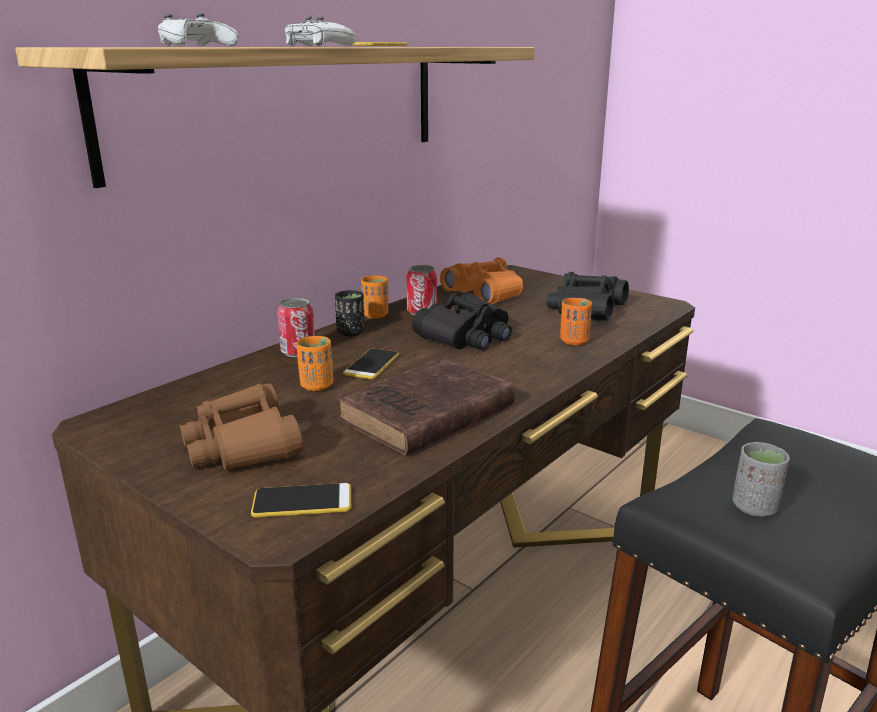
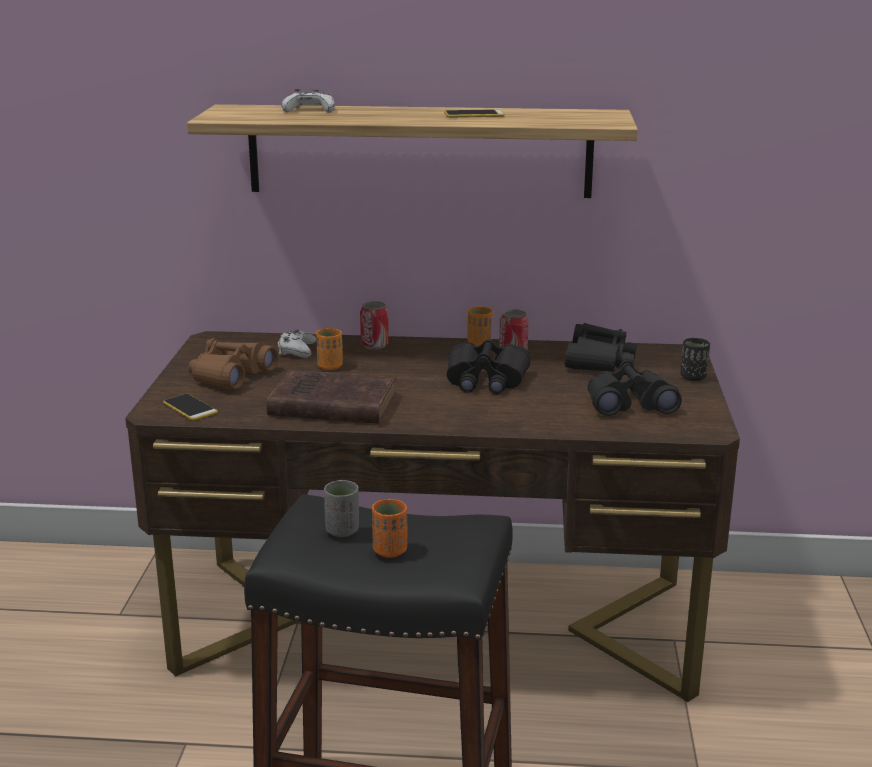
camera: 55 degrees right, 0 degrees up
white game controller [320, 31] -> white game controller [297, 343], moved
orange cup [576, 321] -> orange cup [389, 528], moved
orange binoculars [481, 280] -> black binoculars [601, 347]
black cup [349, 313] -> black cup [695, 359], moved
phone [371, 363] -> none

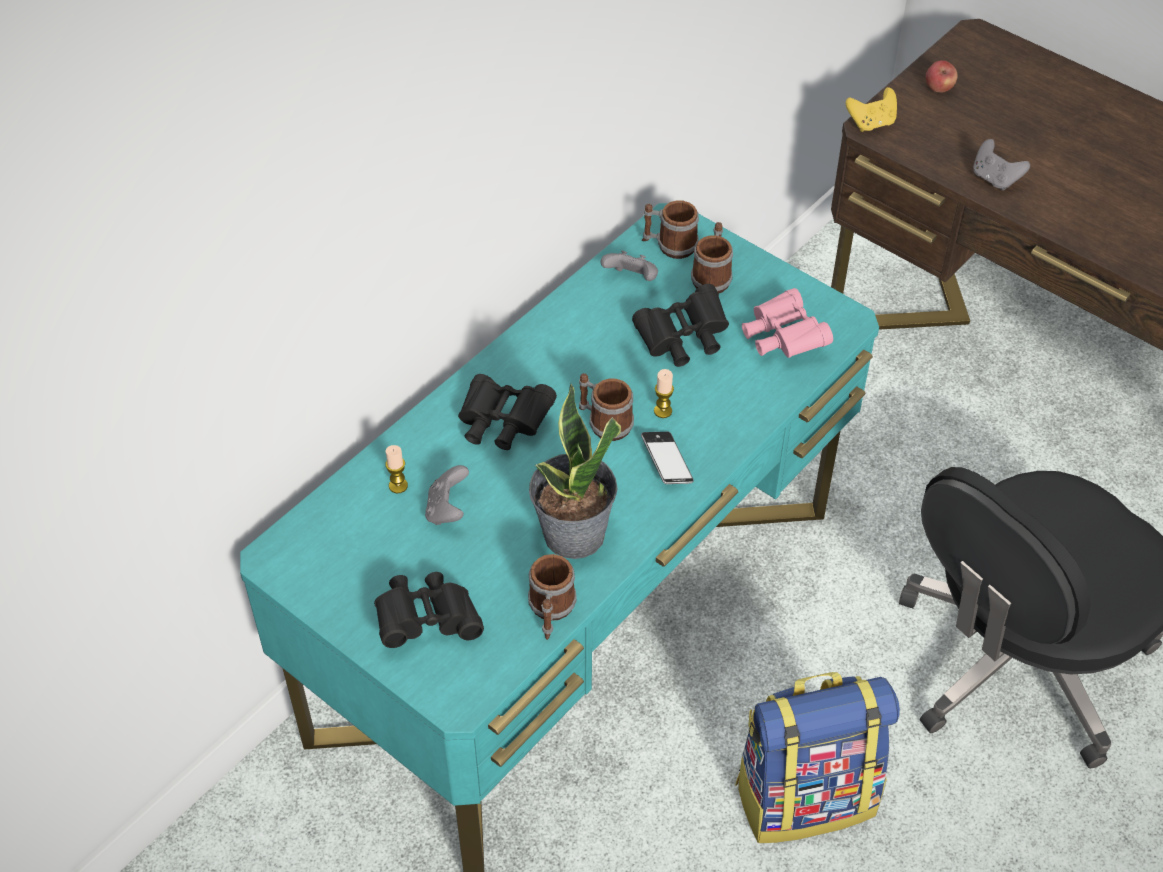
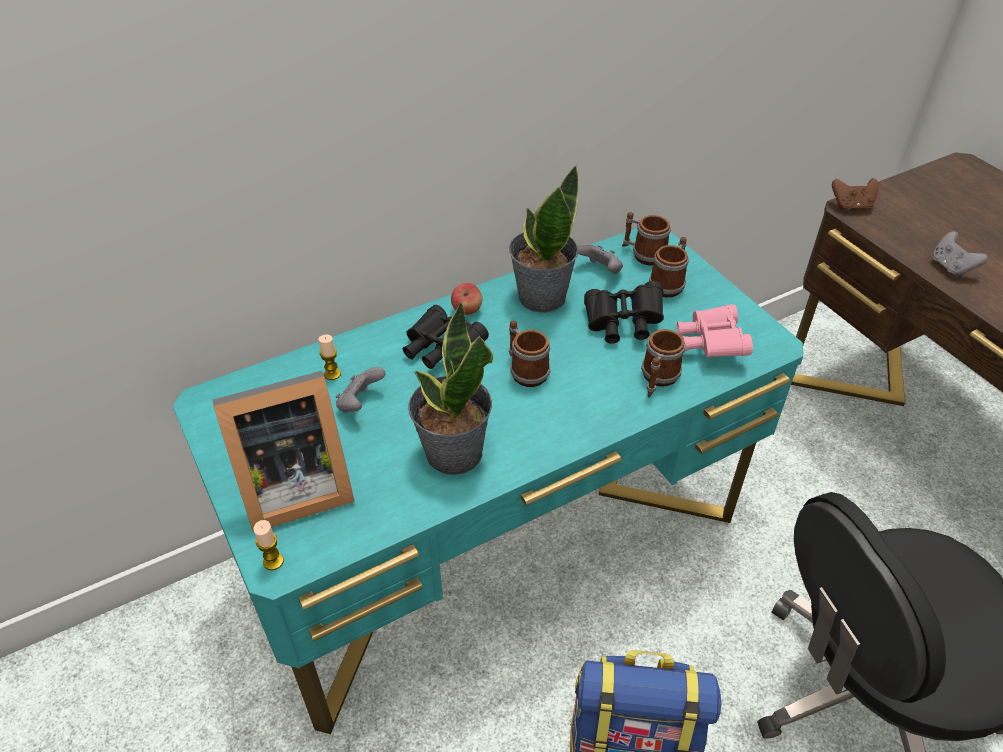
camera: 20 degrees right, 5 degrees down
black binoculars [429, 610] -> picture frame [283, 452]
candle [664, 393] -> candle [268, 545], moved
apple [942, 76] -> apple [466, 299], moved
none -> potted plant [544, 239]
mug [552, 597] -> mug [663, 363], moved
yellow game controller [871, 109] -> brown game controller [855, 194]
phone [667, 458] -> none

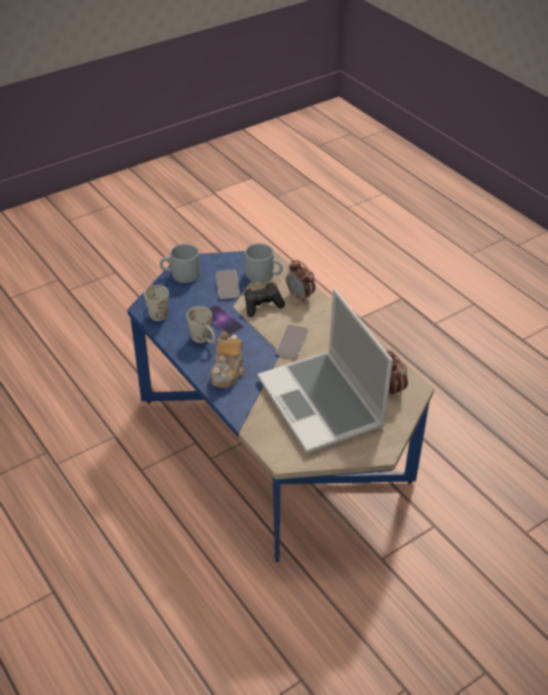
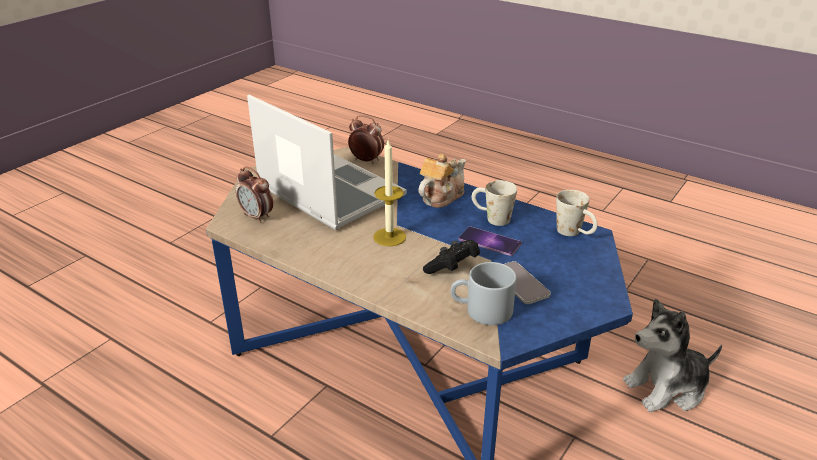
camera: 160 degrees right, 10 degrees down
alarm clock [300, 281] -> alarm clock [366, 139], moved
phone [292, 341] -> candle [389, 193]
teapot [227, 360] -> teapot [442, 181], 45 degrees clockwise
none -> plush toy [672, 355]
grey mug [180, 263] -> none

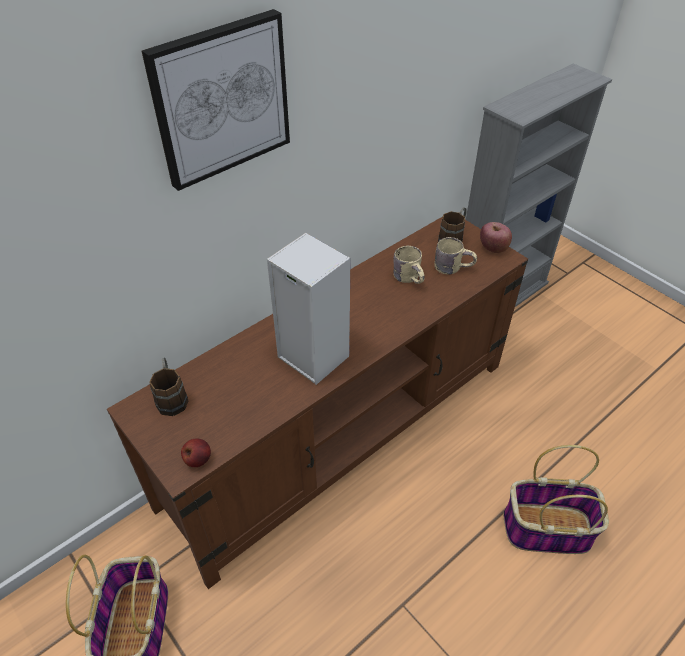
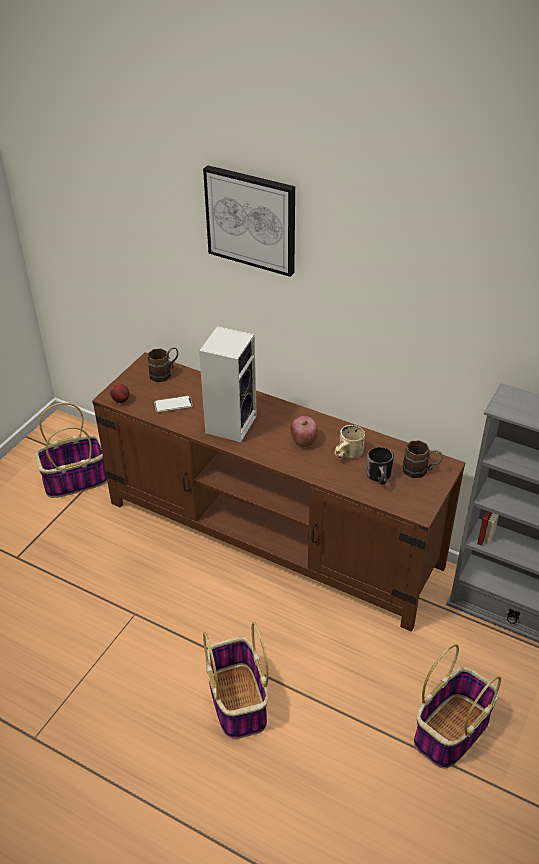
camera: 70 degrees right, 5 degrees down
none -> phone [173, 403]
apple [496, 237] -> apple [304, 431], moved
beige mug [455, 255] -> black mug [380, 466]
none -> basket [457, 706]

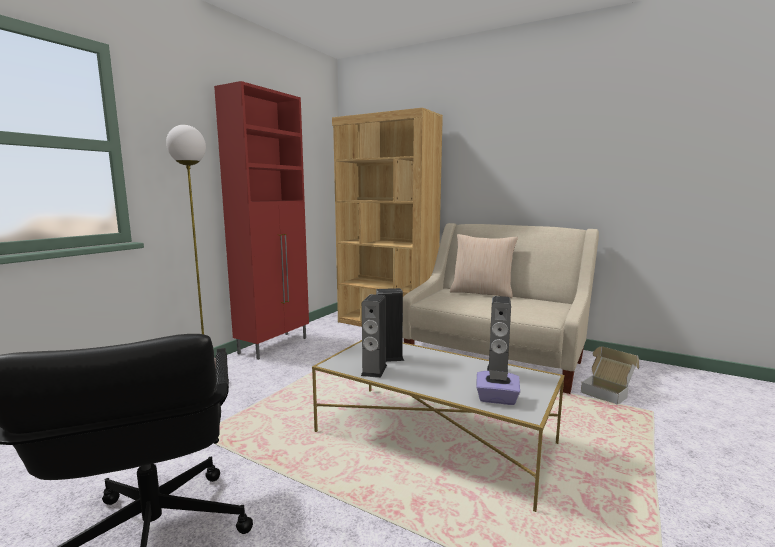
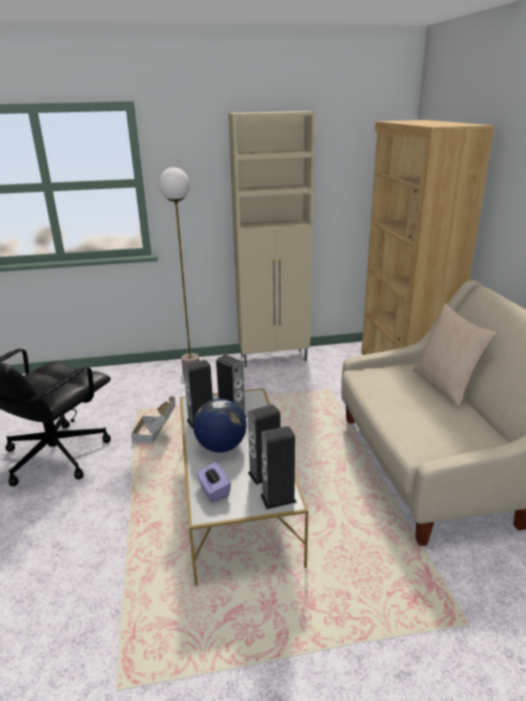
camera: 50 degrees right, 15 degrees up
cardboard box [610, 375] -> cardboard box [153, 420], moved
none -> globe [220, 426]
red cabinet [261, 220] -> beige cabinet [272, 239]
none -> speaker [279, 467]

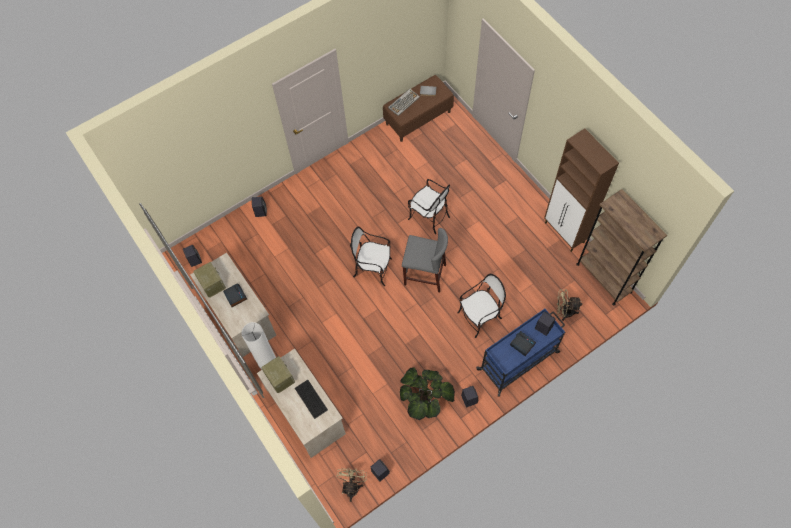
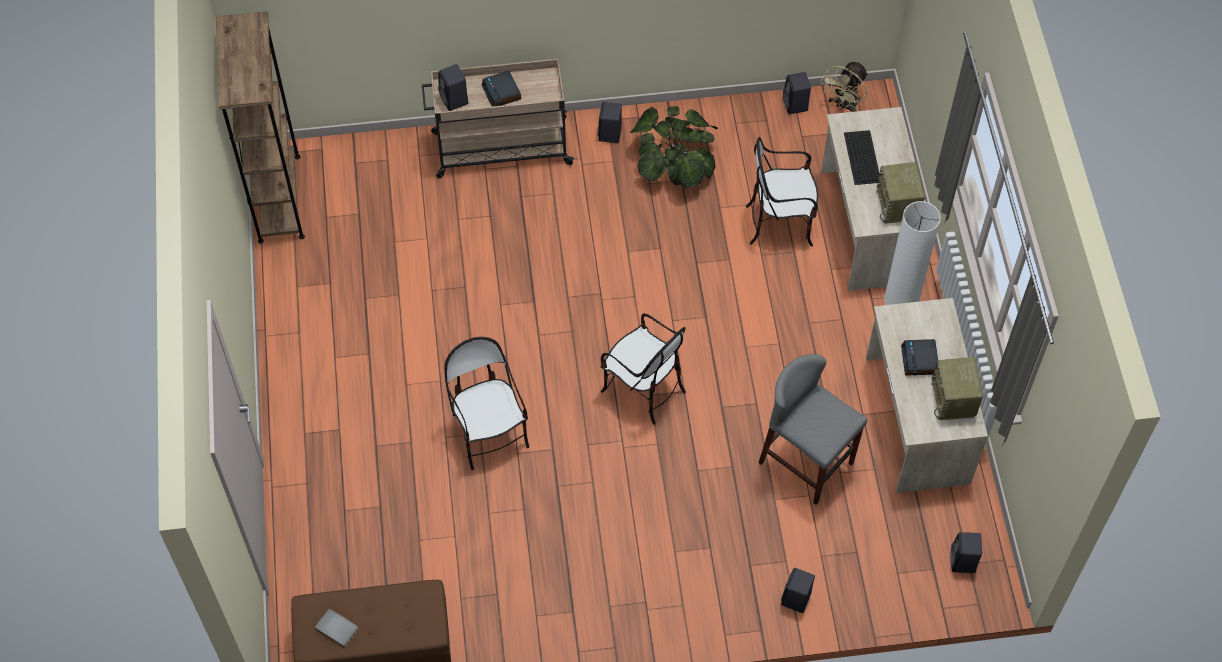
camera: 155 degrees left, 5 degrees down
blue cart [520, 353] -> beige cart [498, 119]
chair [482, 306] -> chair [782, 191], moved
grey stool [425, 260] -> grey stool [813, 429], moved
keyboard [404, 102] -> none
brown cabinet [581, 190] -> none
beige fan [569, 305] -> none

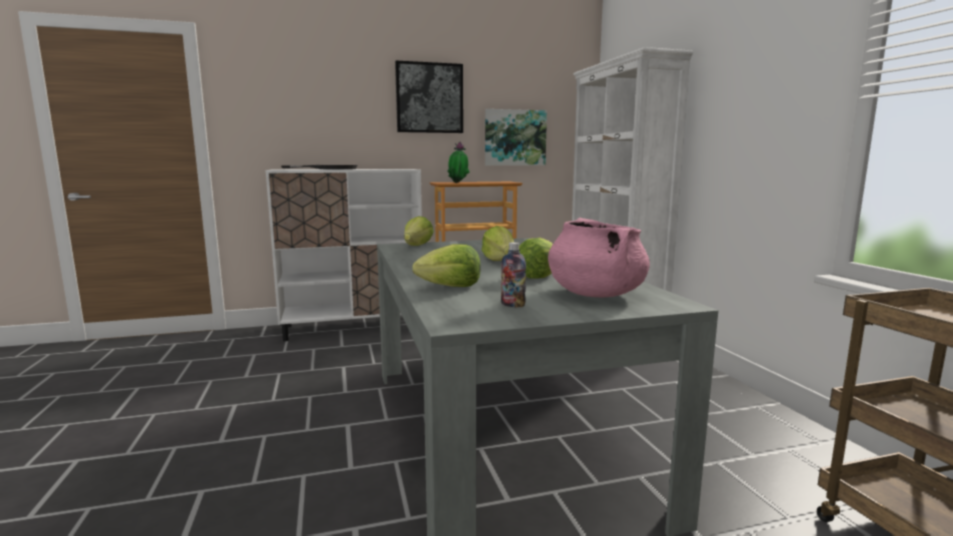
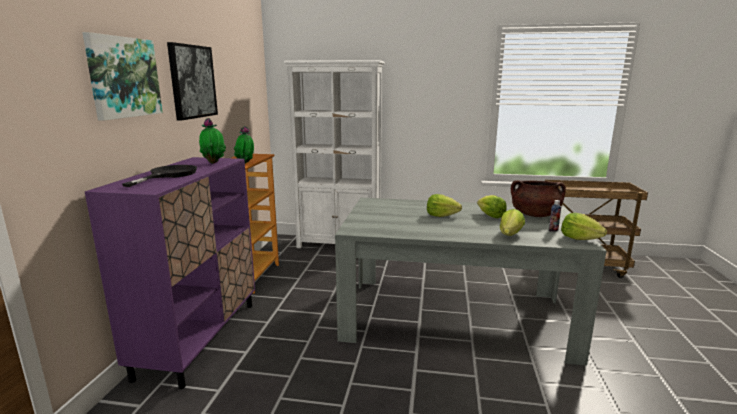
camera: 65 degrees left, 5 degrees up
picture [516, 137] -> picture [122, 76], moved
white cabinet [343, 255] -> purple cabinet [170, 273]
none -> potted plant [212, 141]
pink cooking pot [599, 258] -> brown cooking pot [538, 198]
lettuce [419, 231] -> lettuce [584, 226], moved

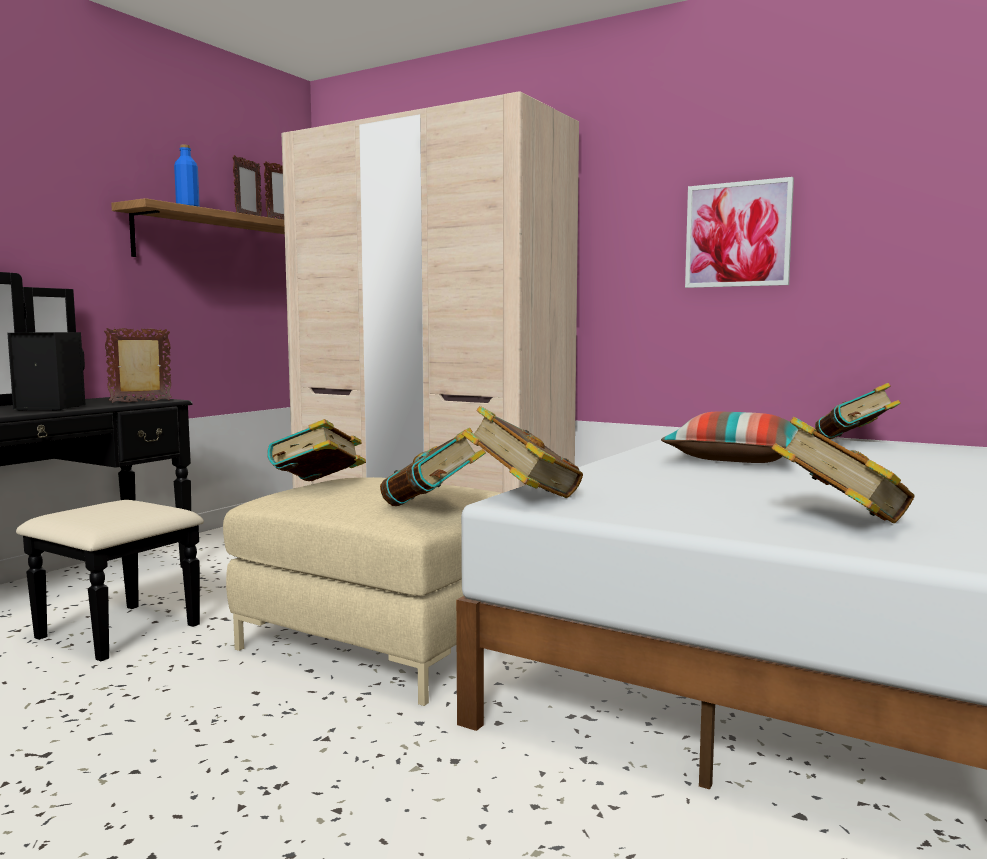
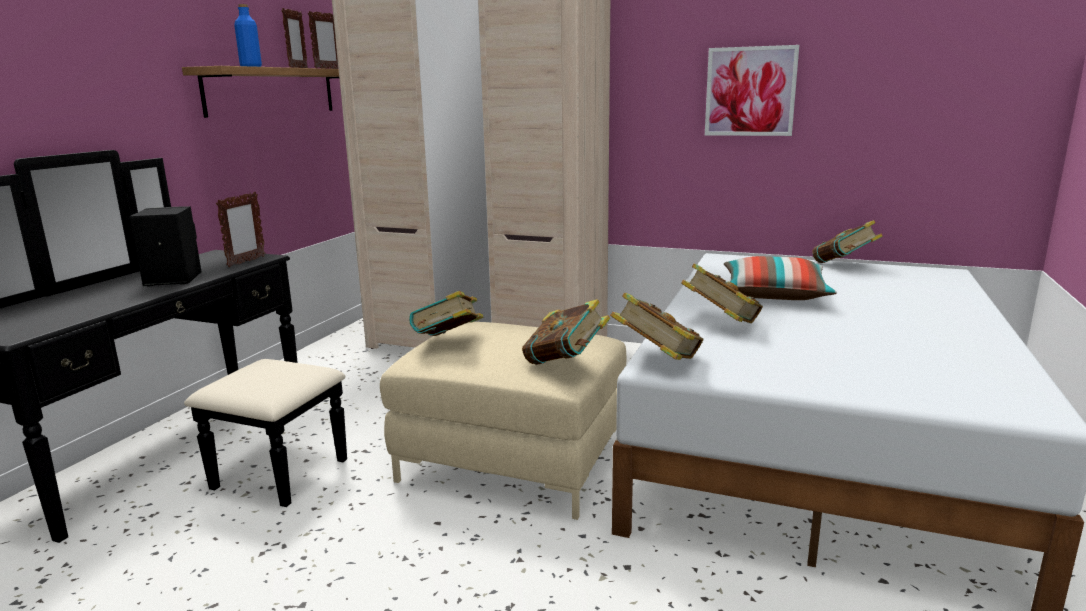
camera: 10 degrees left, 10 degrees up
picture frame [138, 365] -> picture frame [241, 229], 150 degrees clockwise
book [842, 470] -> book [722, 293], moved

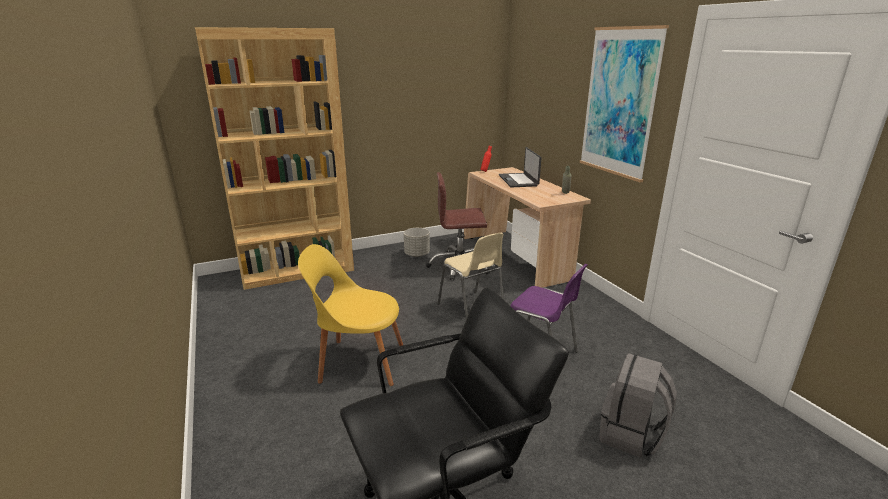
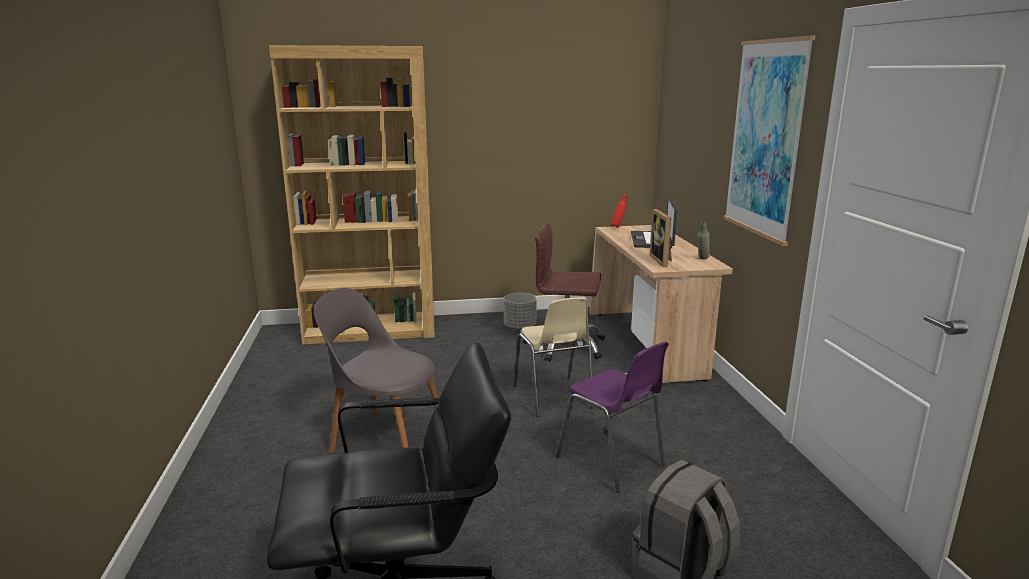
camera: 15 degrees right, 5 degrees down
yellow chair [350, 315] -> grey chair [376, 370]
none -> picture frame [661, 238]

